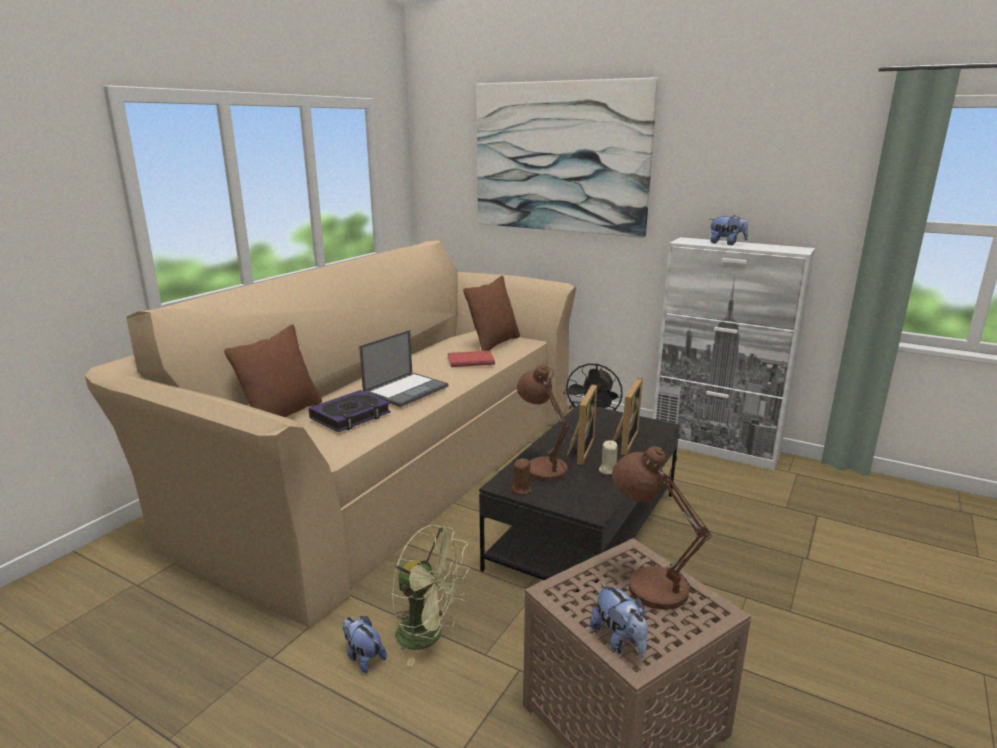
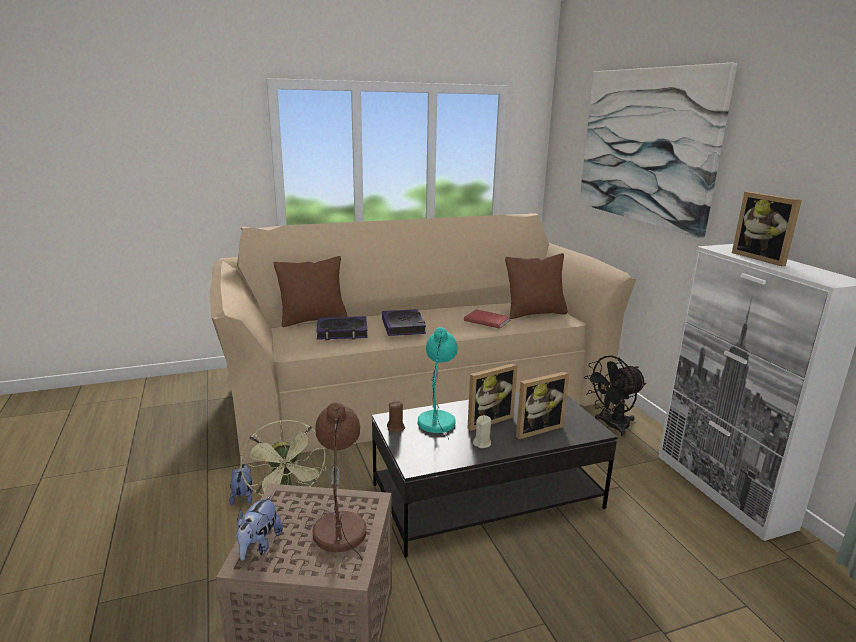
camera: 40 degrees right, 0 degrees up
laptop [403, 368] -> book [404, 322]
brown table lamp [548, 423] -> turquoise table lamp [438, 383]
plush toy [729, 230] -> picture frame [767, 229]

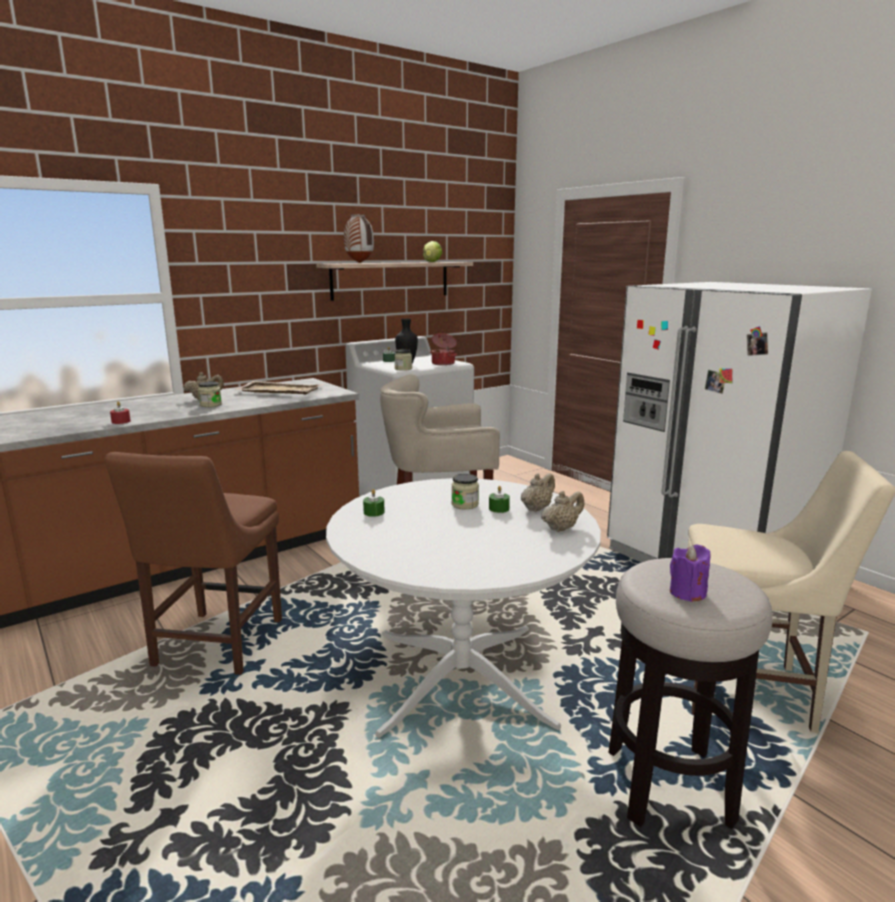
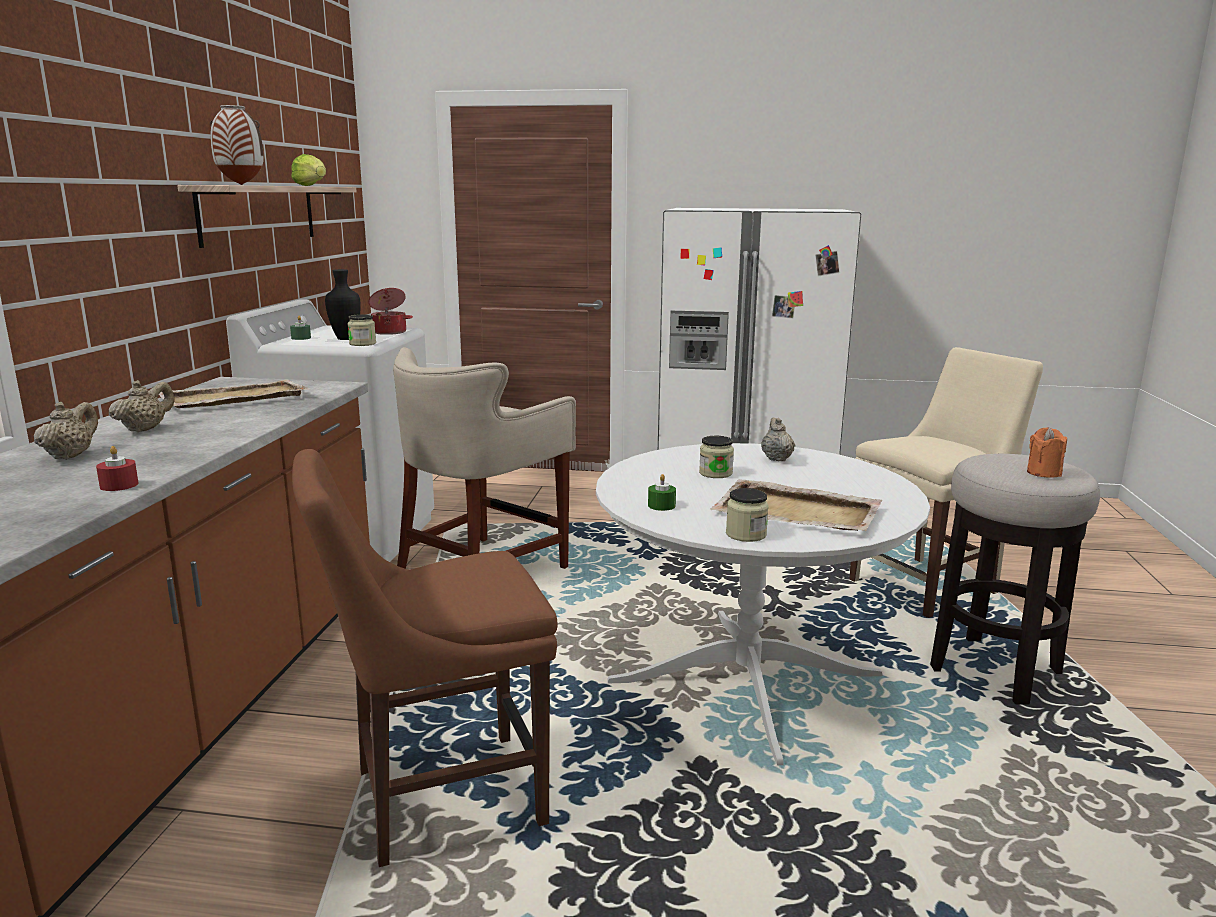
camera: 45 degrees left, 0 degrees up
beige teapot [562, 511] -> beige teapot [66, 431], moved
brown chair [193, 563] -> brown chair [425, 658], 105 degrees clockwise
none -> beige tray [796, 505]
jar [210, 394] -> jar [747, 515], moved
purple candle [690, 573] -> orange candle [1047, 452]
green candle [499, 499] -> none

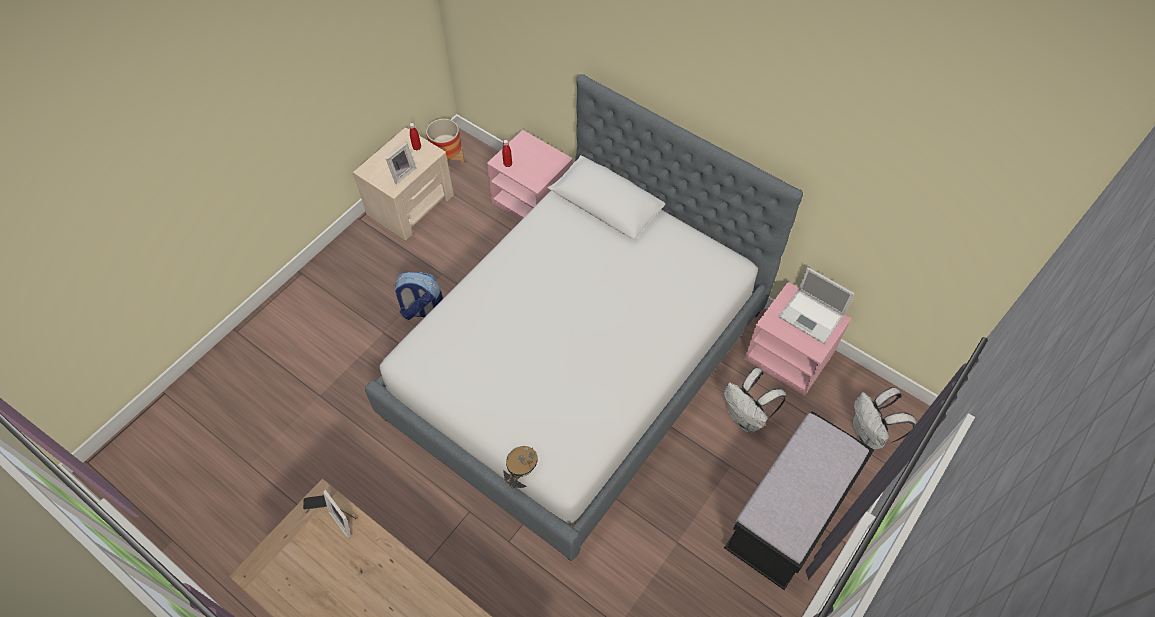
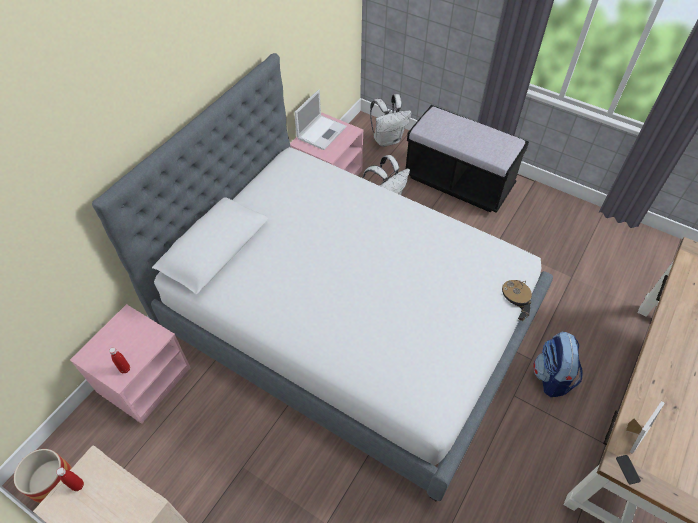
camera: 95 degrees left, 5 degrees down
backpack [418, 296] -> backpack [557, 364], moved
picture frame [401, 163] -> none

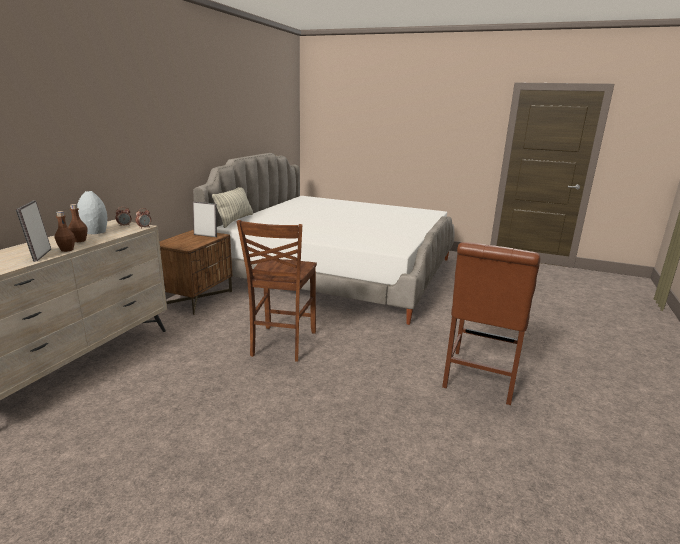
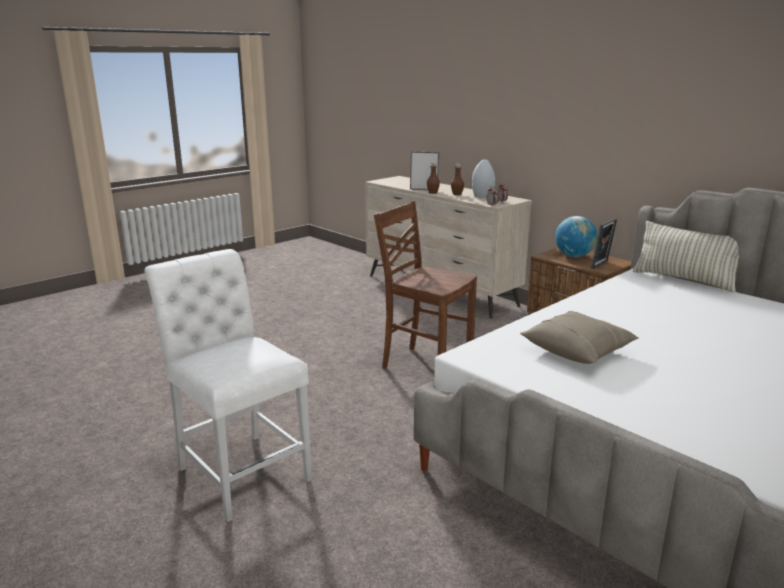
camera: 115 degrees right, 0 degrees up
brown chair [491, 323] -> white chair [228, 385]
none -> beige pillow [579, 337]
none -> globe [576, 236]

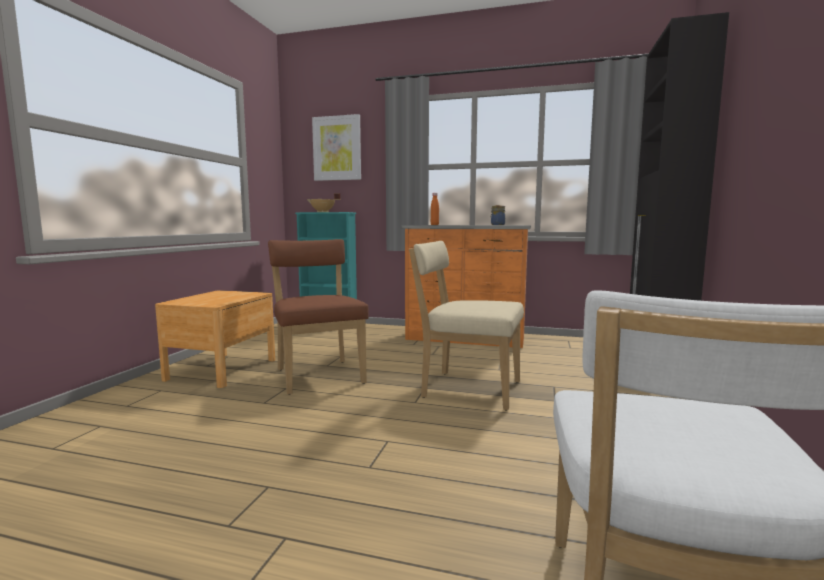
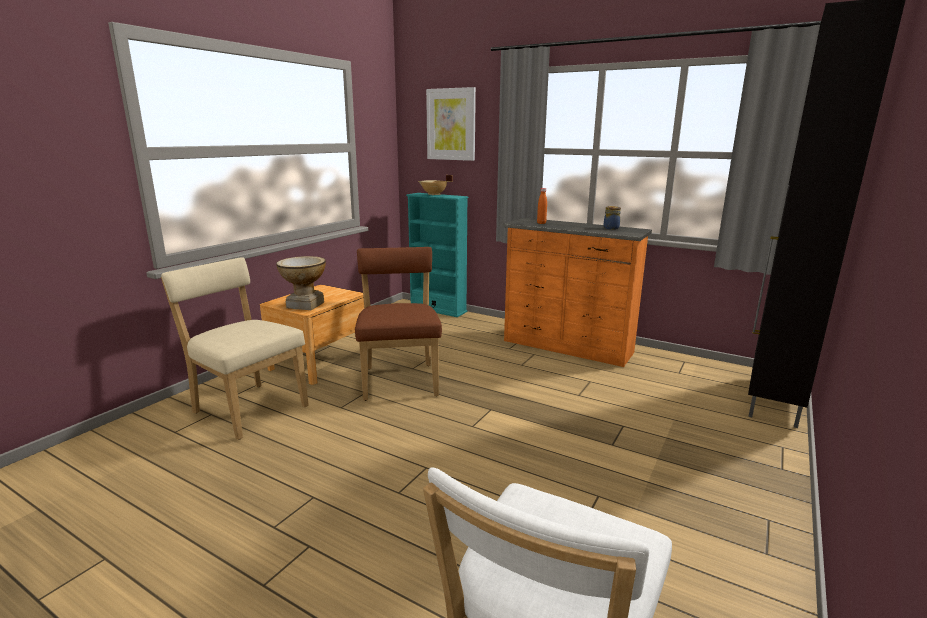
camera: 15 degrees right, 10 degrees up
beige chair [466, 326] -> beige chair [235, 348], moved
none -> vase [301, 283]

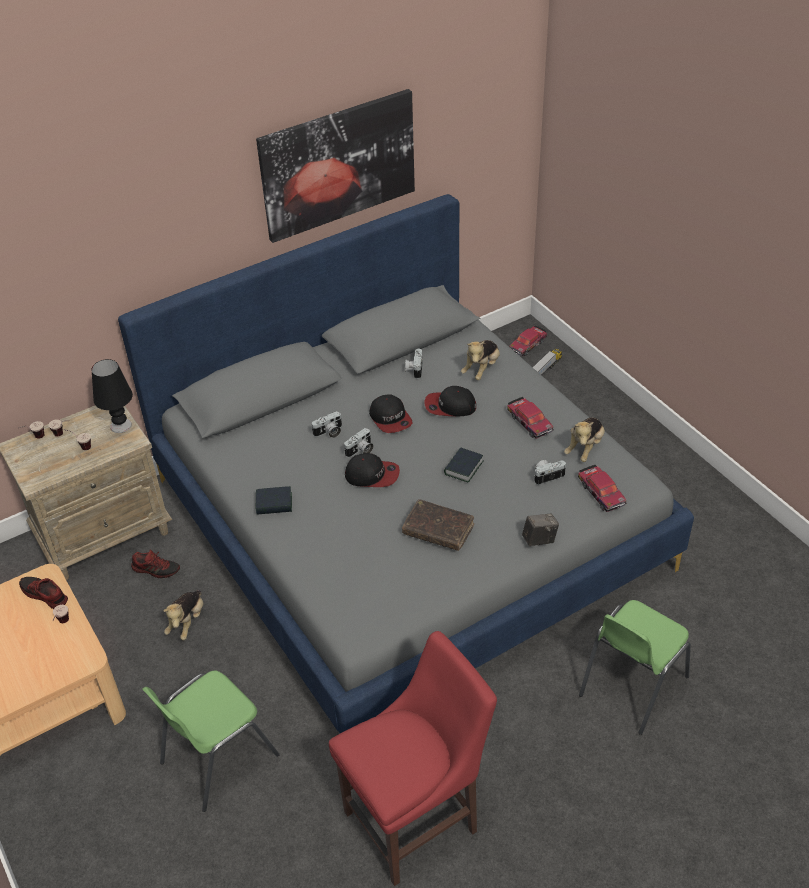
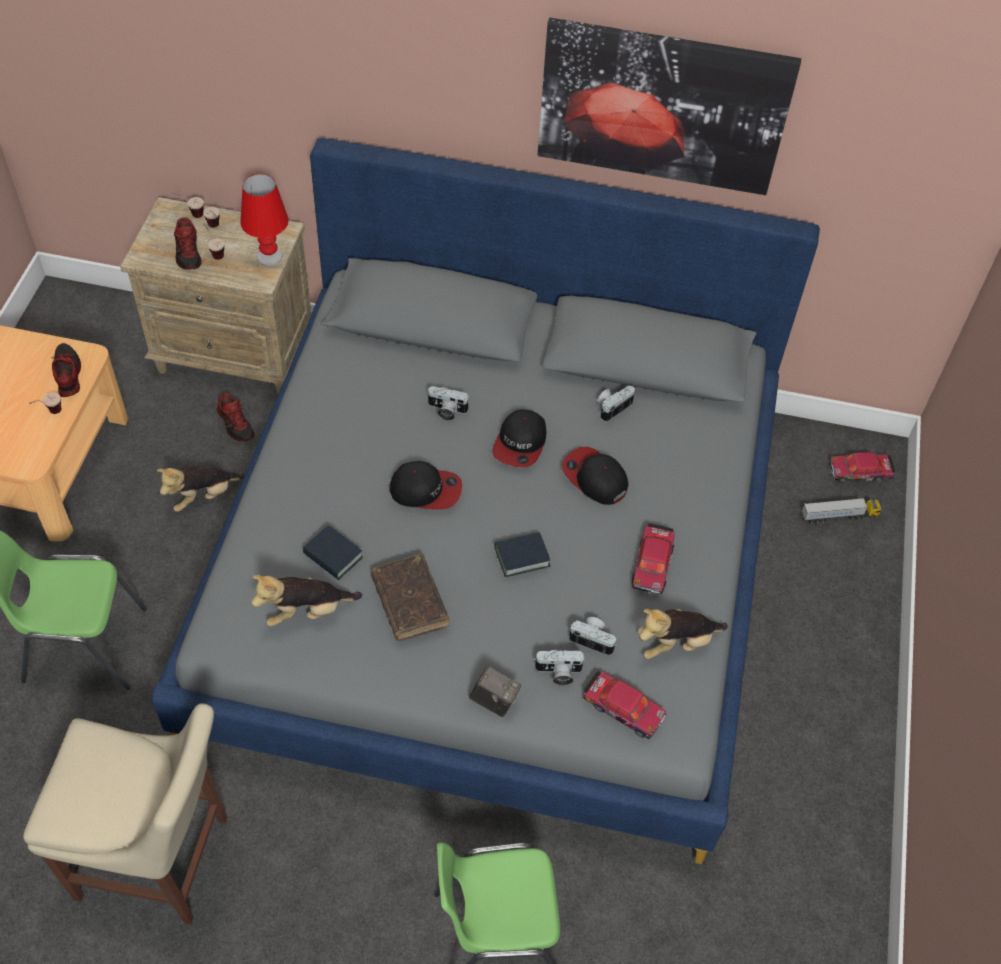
camera: 40 degrees right, 10 degrees up
red chair [413, 758] -> beige chair [125, 814]
none -> shoe [188, 244]
black table lamp [112, 396] -> red table lamp [264, 220]
plush toy [480, 360] -> plush toy [306, 600], moved
book [274, 500] -> book [333, 552], moved
cap [372, 470] -> cap [426, 485], 45 degrees counterclockwise
photo camera [359, 442] -> photo camera [559, 667], moved
toy car [602, 488] -> toy car [625, 705], 75 degrees counterclockwise

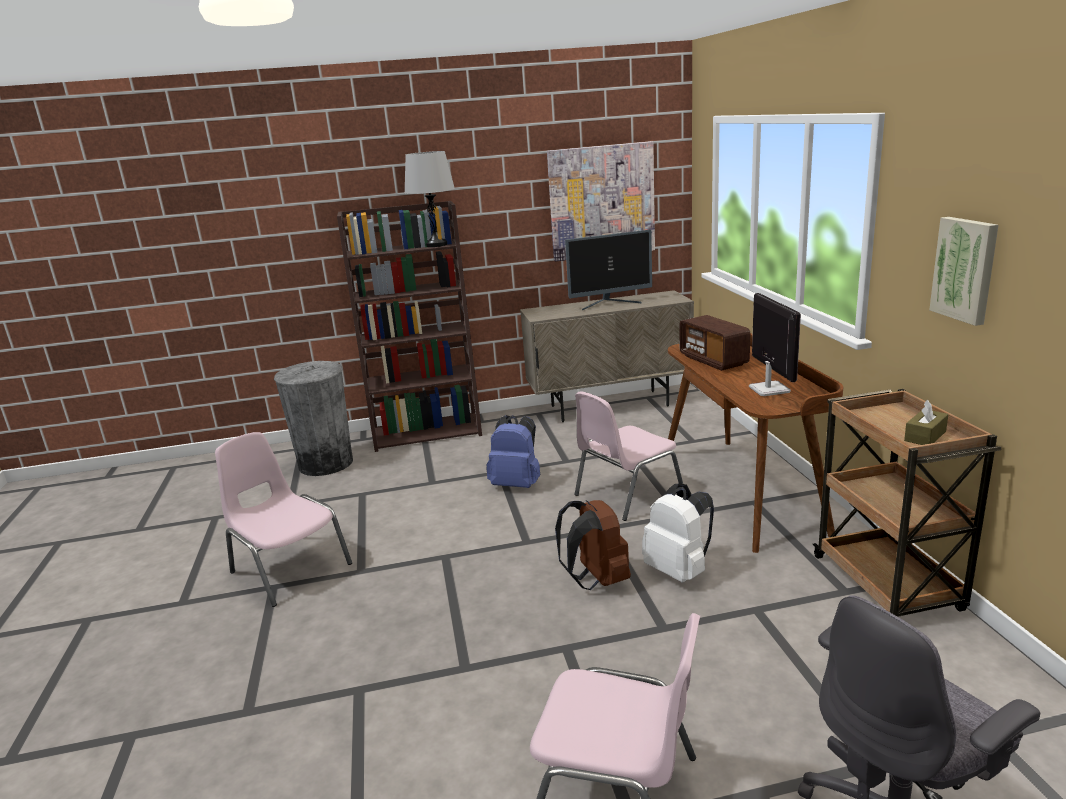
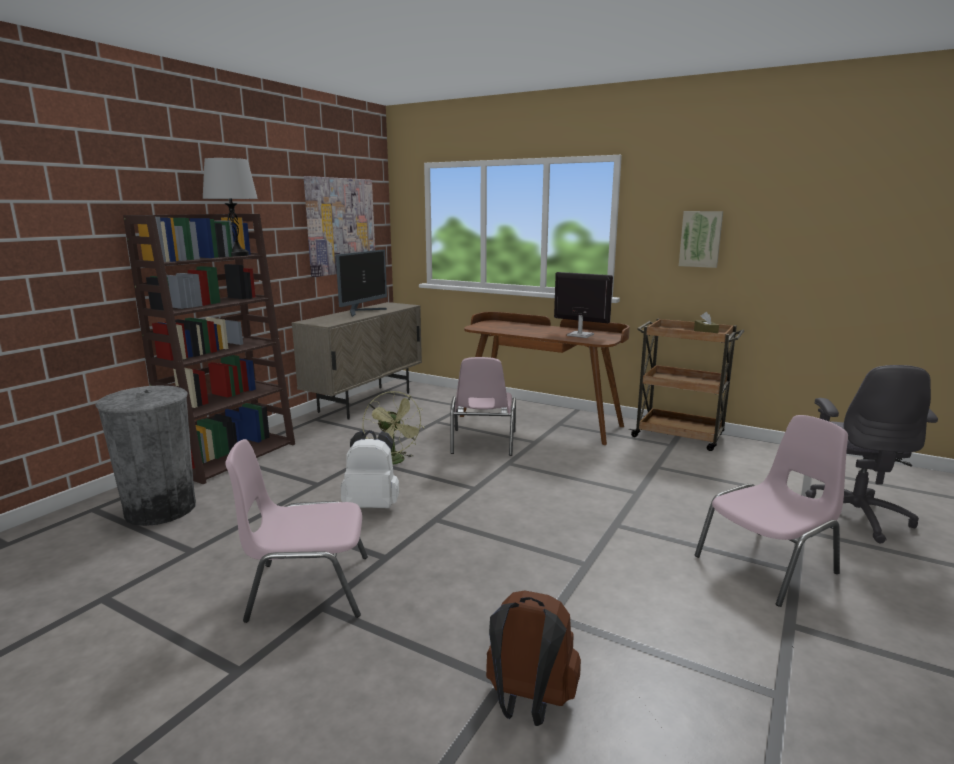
camera: 50 degrees left, 5 degrees down
white backpack [678, 533] -> white backpack [370, 469], moved
blue backpack [513, 451] -> green fan [393, 428]
brown backpack [593, 545] -> brown backpack [533, 658], moved
radio [715, 343] -> none

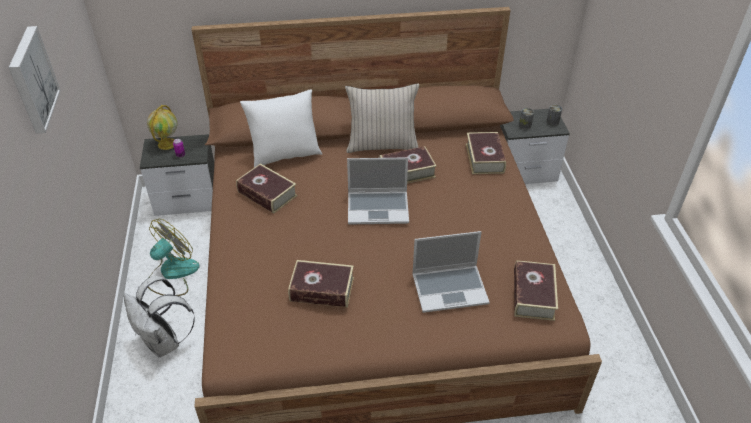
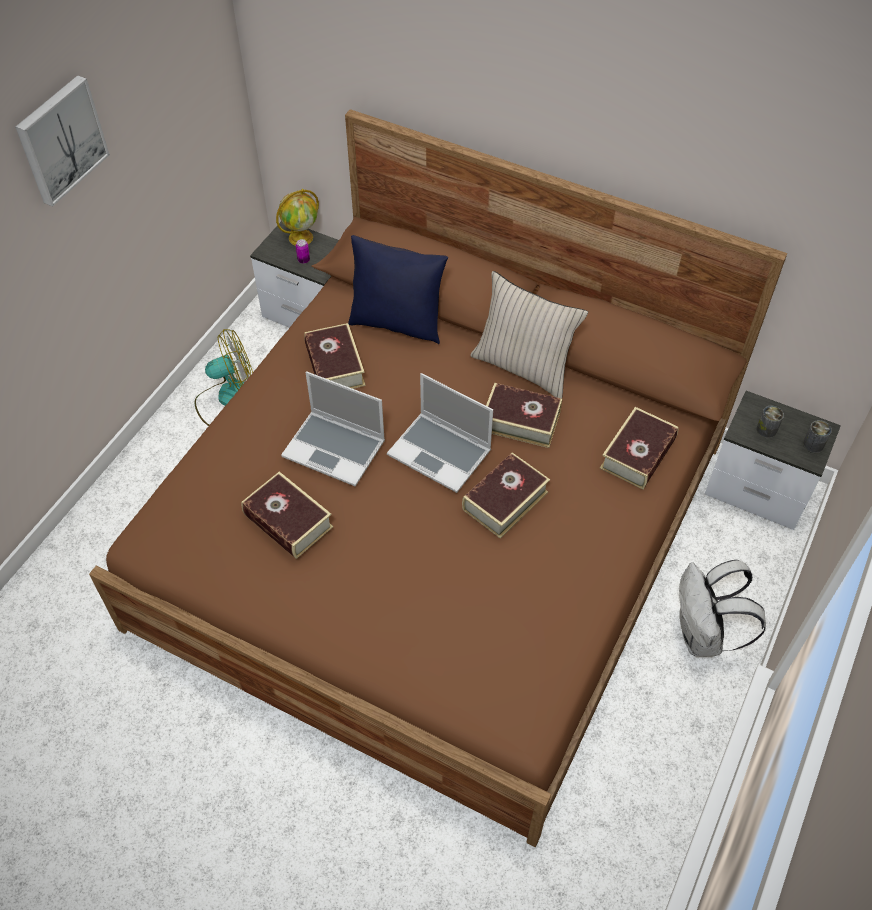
camera: 35 degrees right, 10 degrees up
laptop [451, 272] -> laptop [333, 429], moved
white pillow [281, 128] -> blue pillow [398, 289]
book [536, 290] -> book [506, 495], moved
white backpack [159, 316] -> white backpack [722, 608], moved

